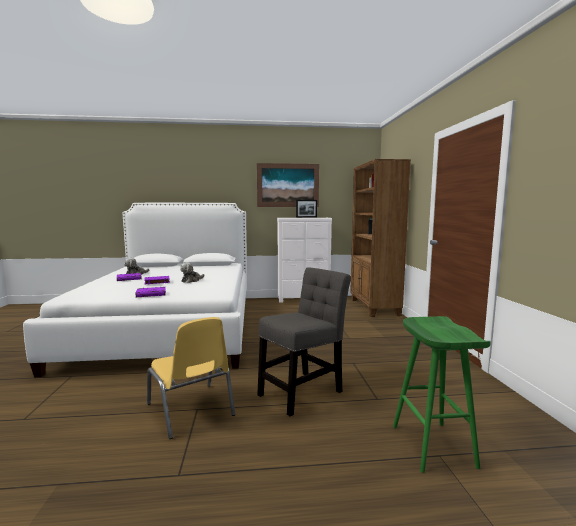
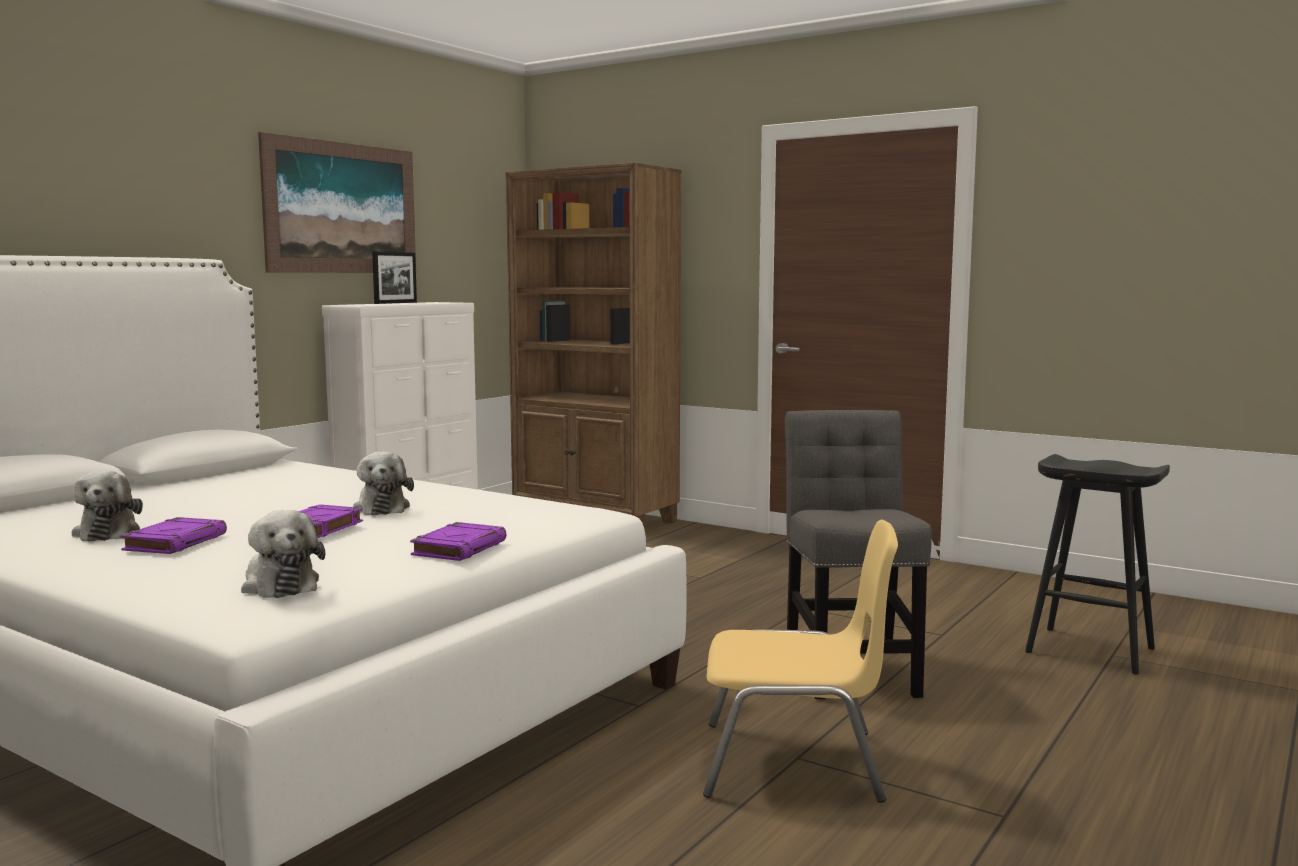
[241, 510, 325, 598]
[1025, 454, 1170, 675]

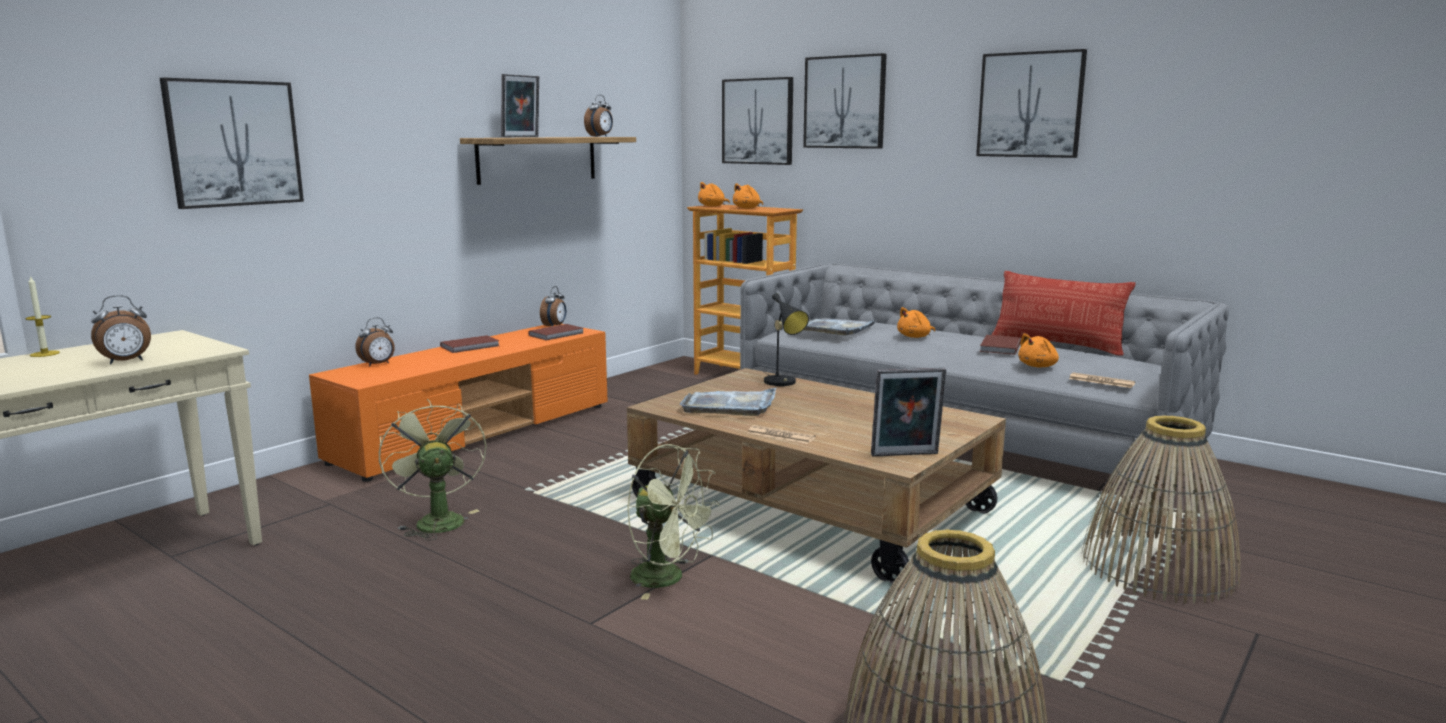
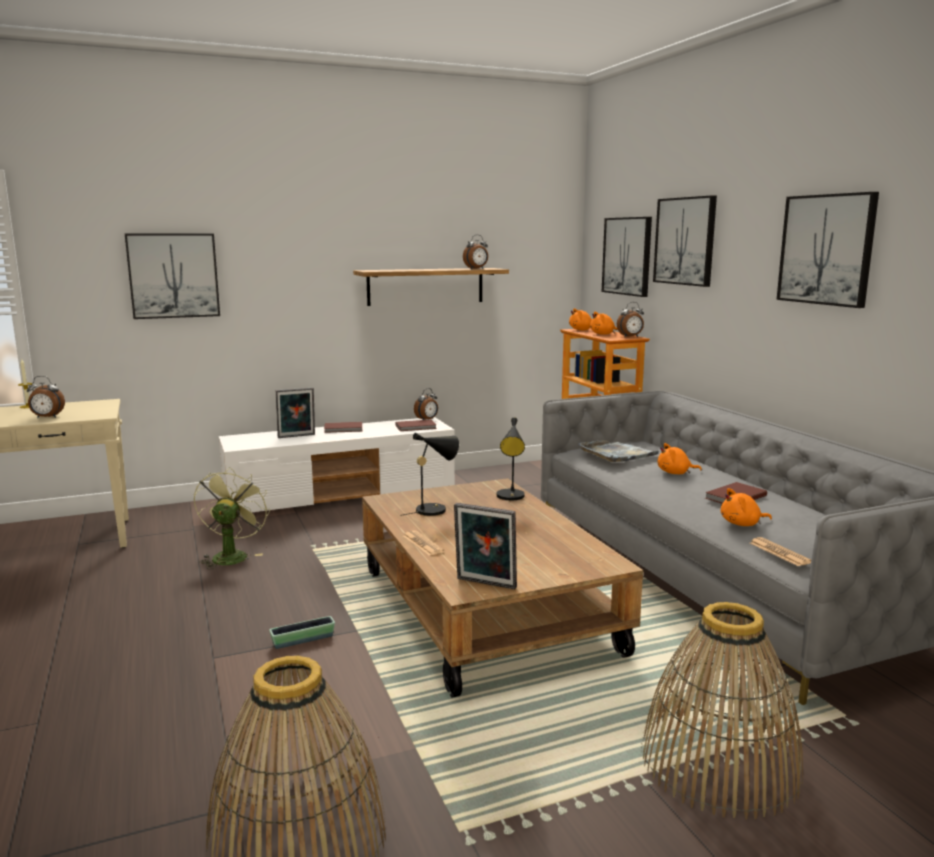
[219, 417, 455, 512]
[269, 616, 335, 649]
[276, 388, 315, 438]
[400, 433, 459, 516]
[617, 302, 644, 337]
[992, 271, 1136, 356] (first image)

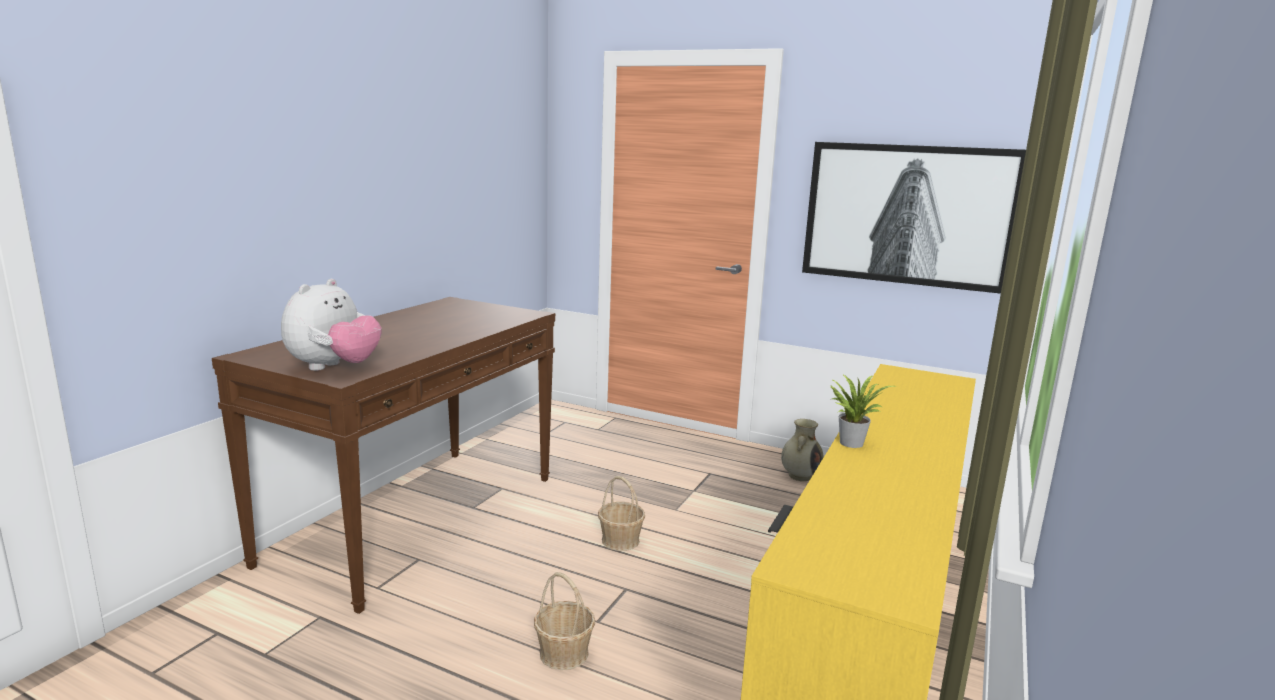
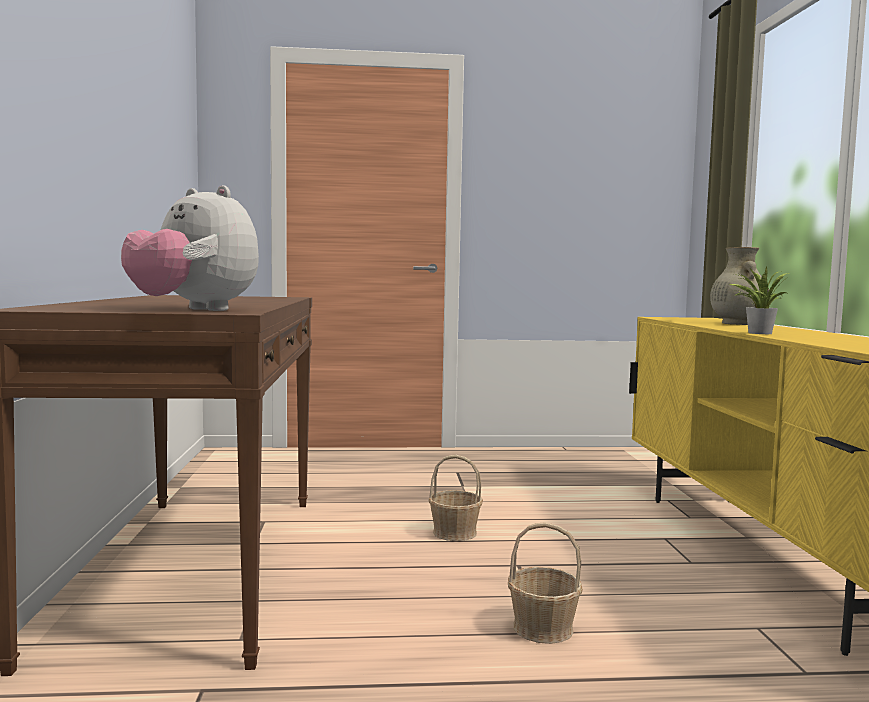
[121, 185, 259, 311]
[710, 247, 769, 325]
[802, 142, 1026, 294] (first image)

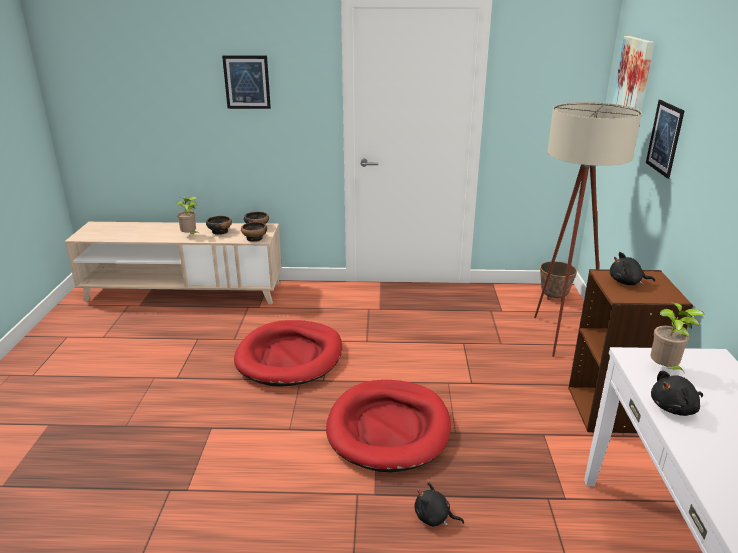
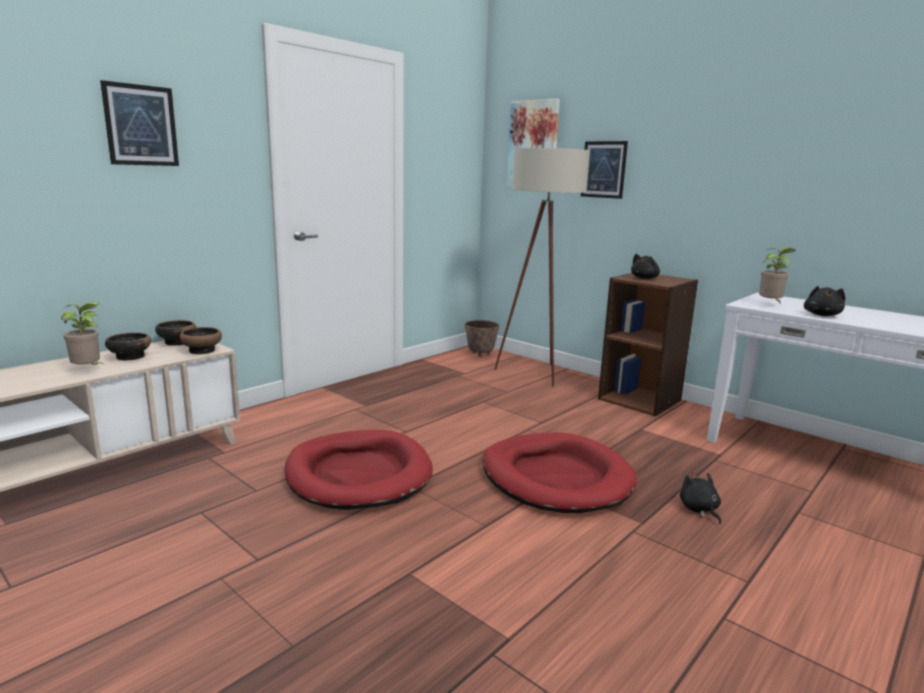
[680, 472, 721, 524]

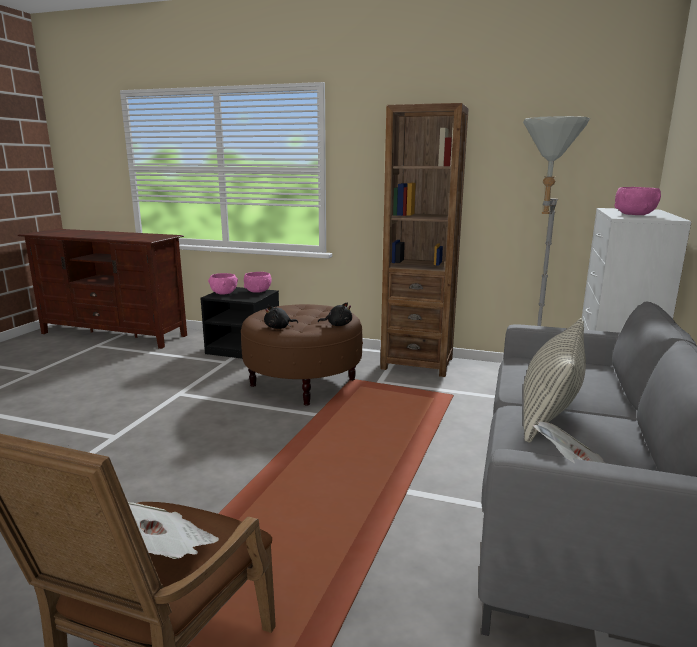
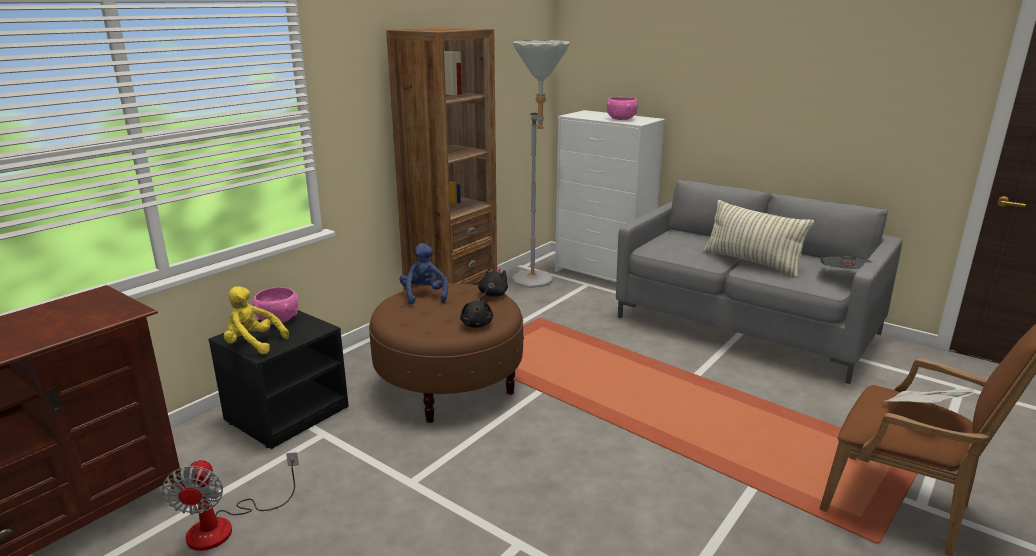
[162, 452, 299, 551]
[224, 286, 289, 354]
[399, 243, 448, 305]

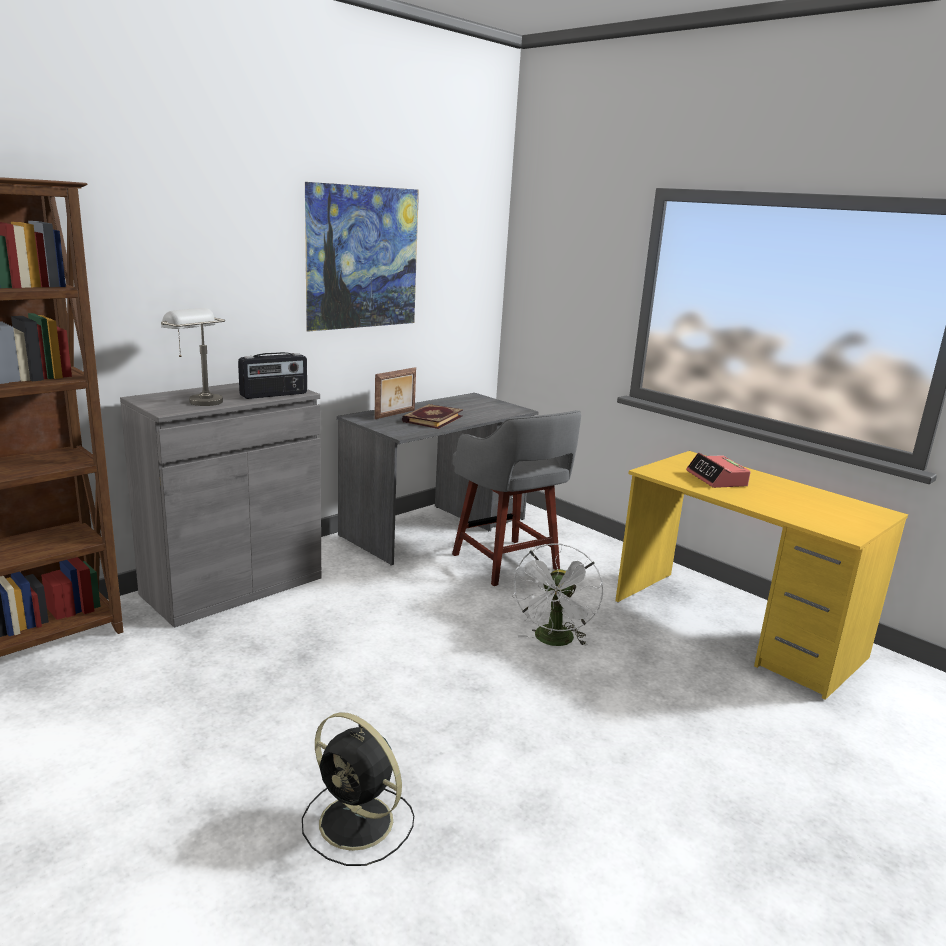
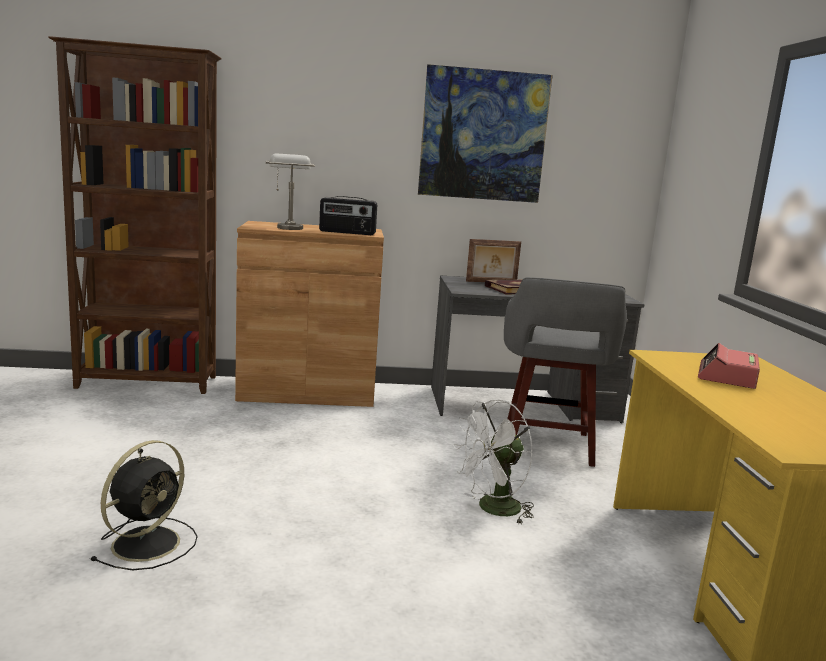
[90, 440, 197, 570]
[235, 221, 384, 407]

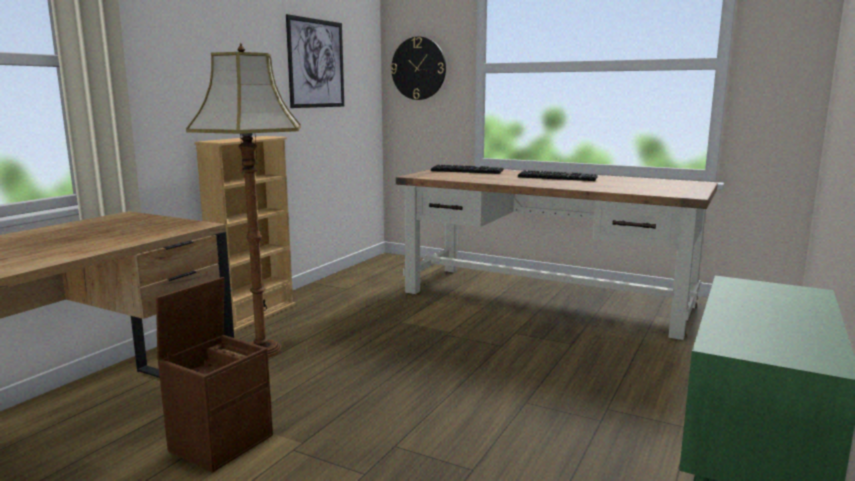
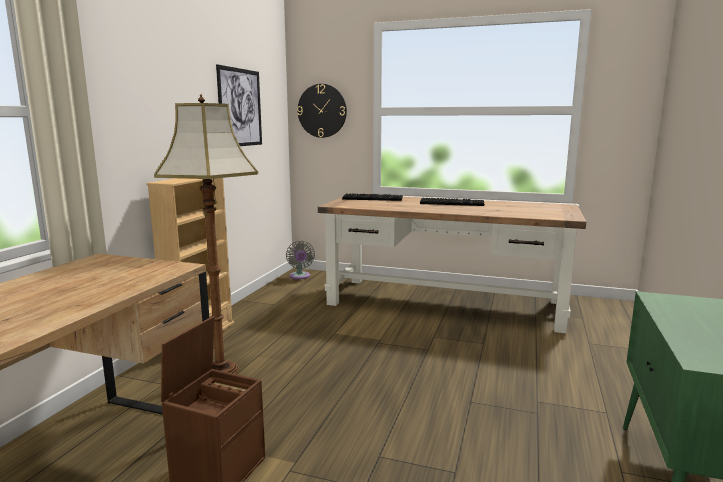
[286, 241, 315, 279]

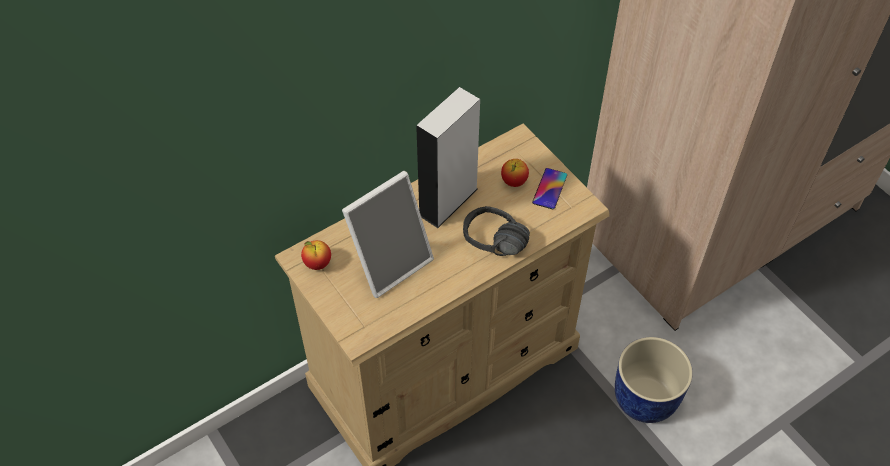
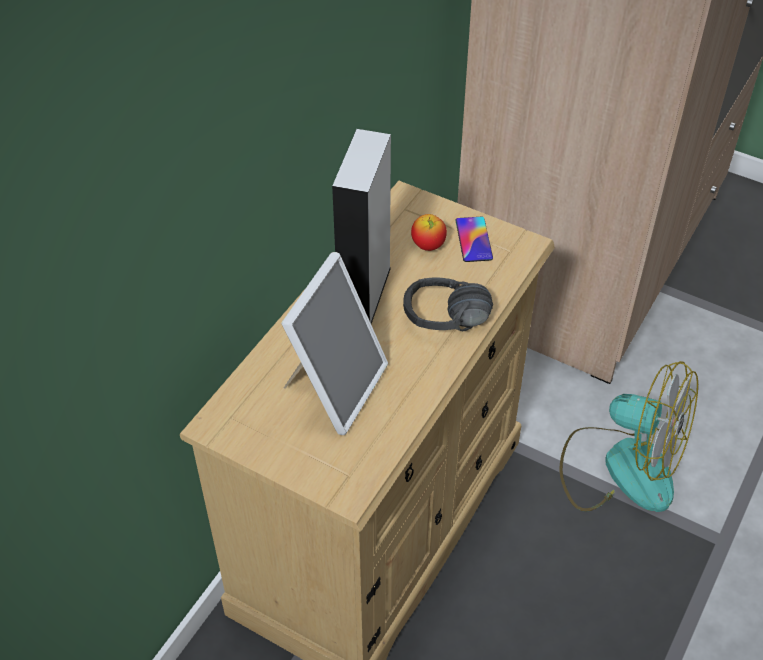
[559, 361, 698, 512]
[301, 240, 331, 270] (first image)

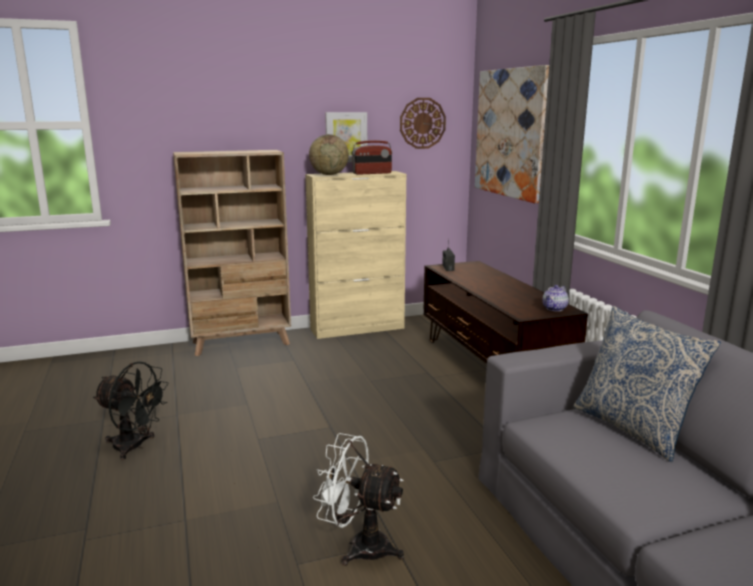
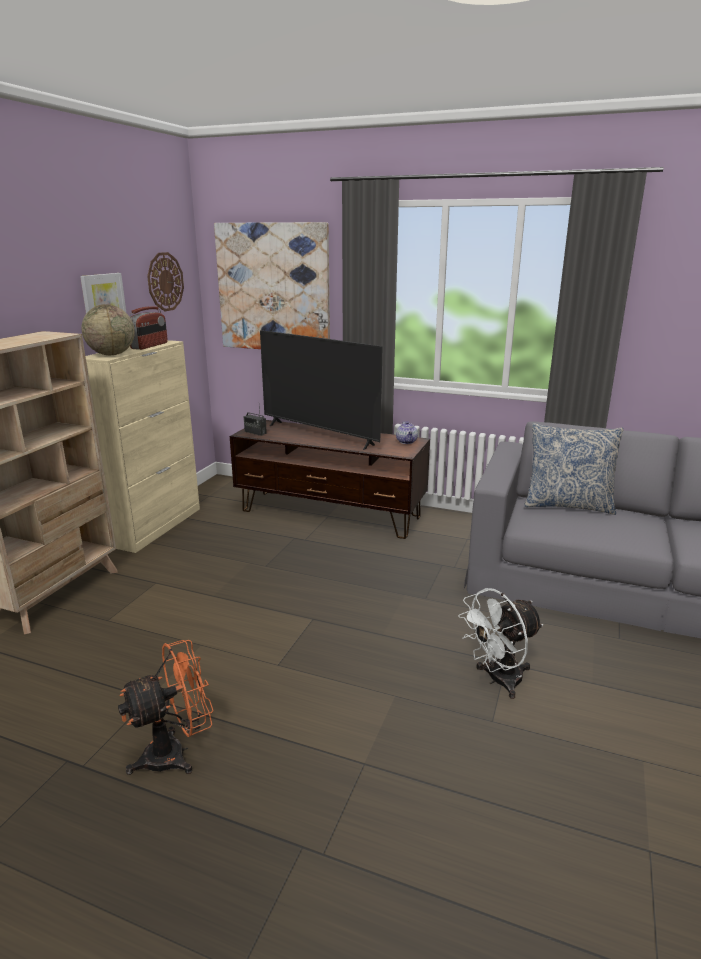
[118, 640, 214, 775]
[260, 330, 382, 450]

